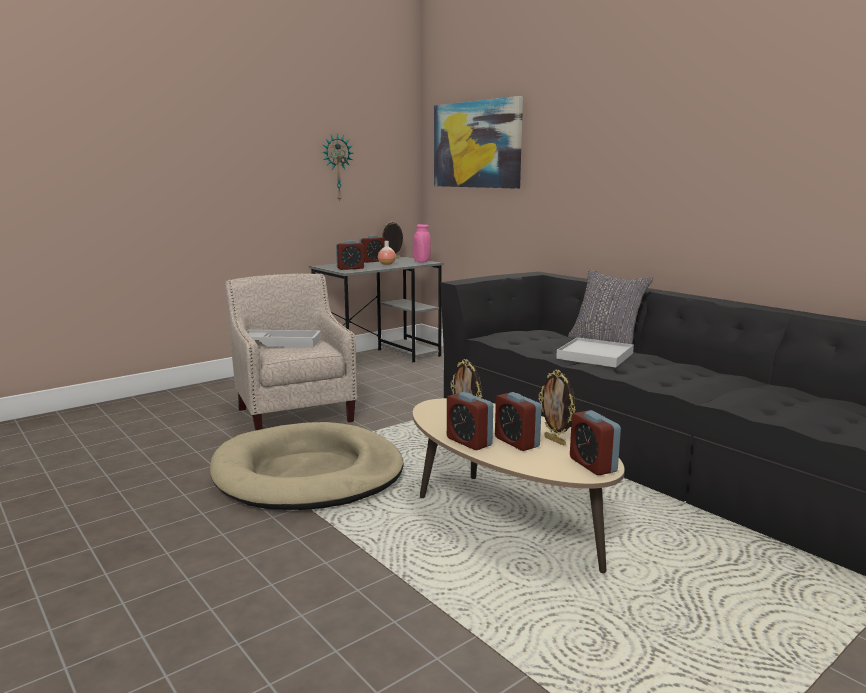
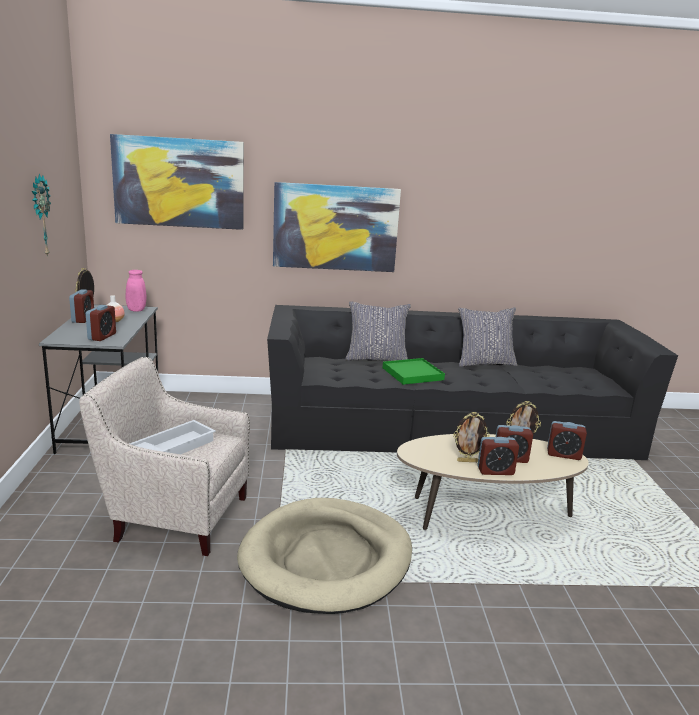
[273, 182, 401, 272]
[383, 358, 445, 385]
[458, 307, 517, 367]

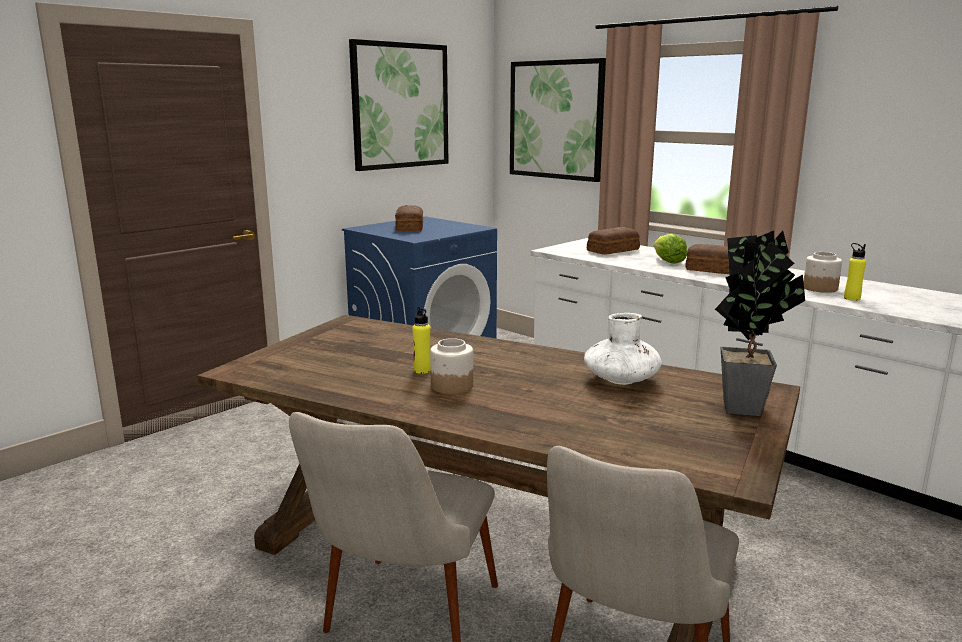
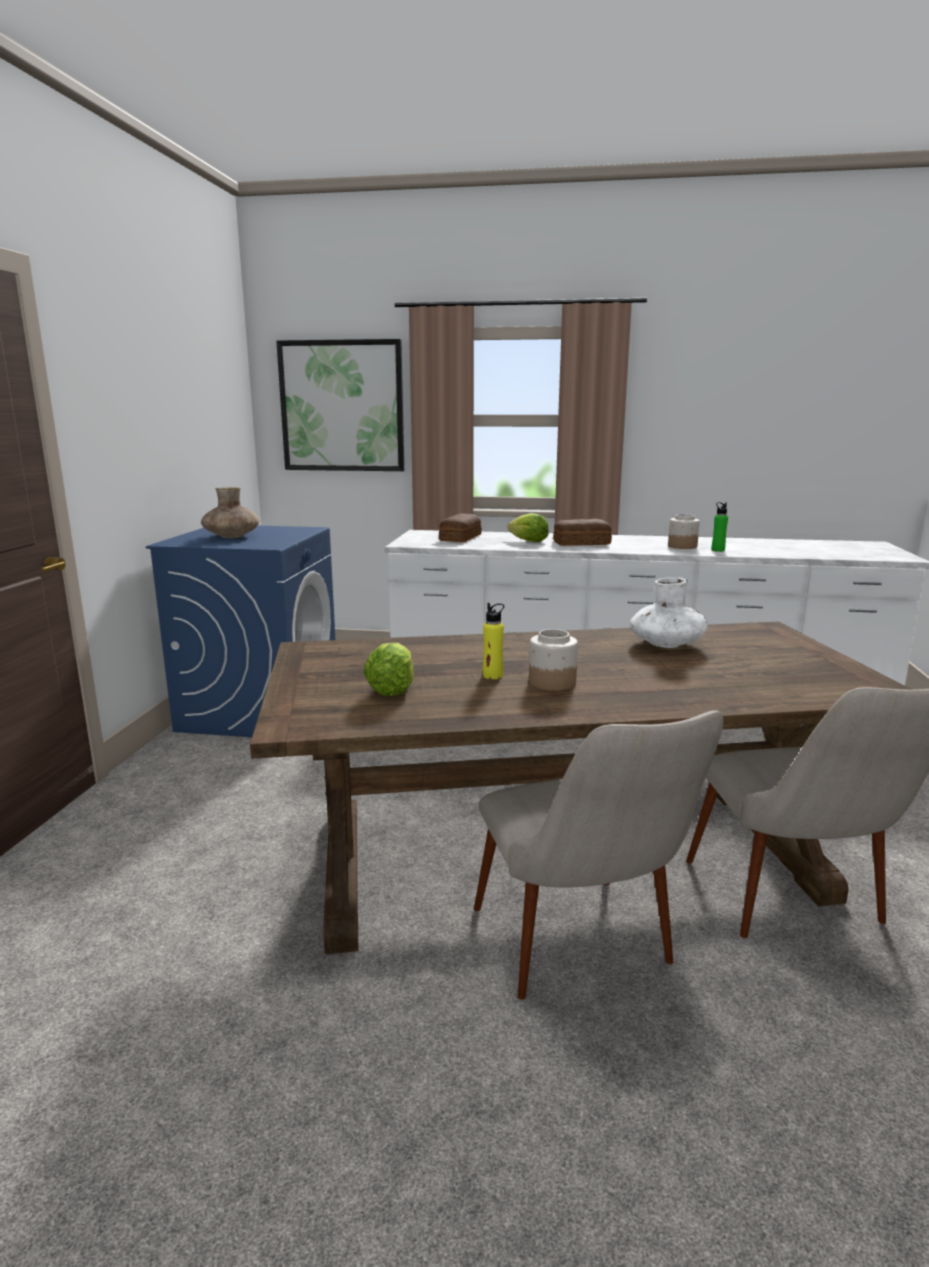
[201, 487, 259, 538]
[363, 643, 414, 696]
[711, 502, 728, 552]
[349, 39, 448, 171] (first image)
[715, 231, 805, 416] (first image)

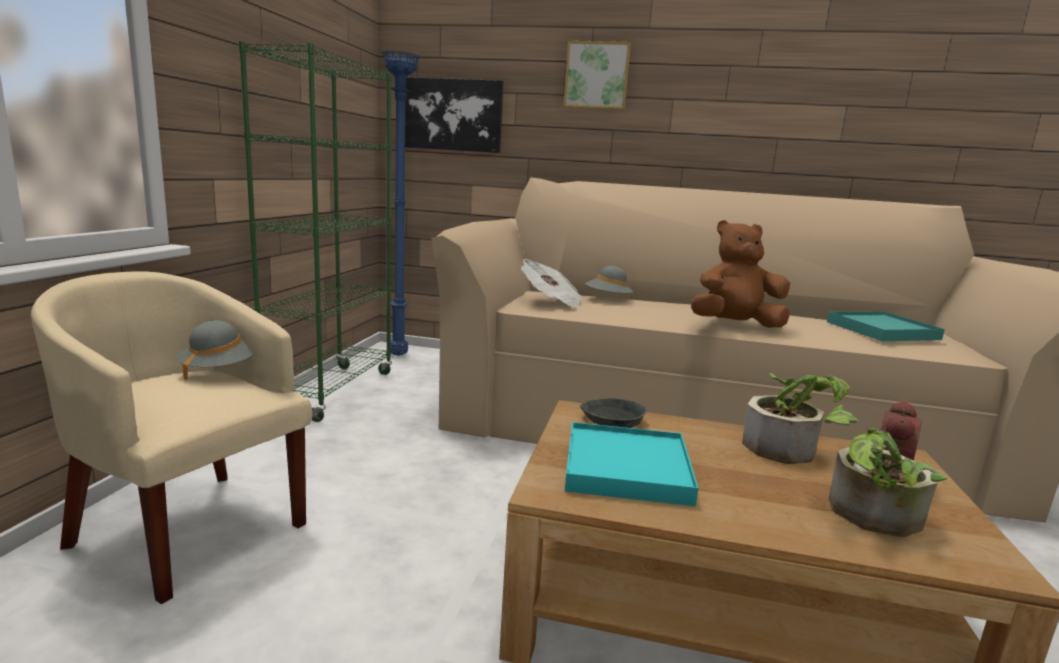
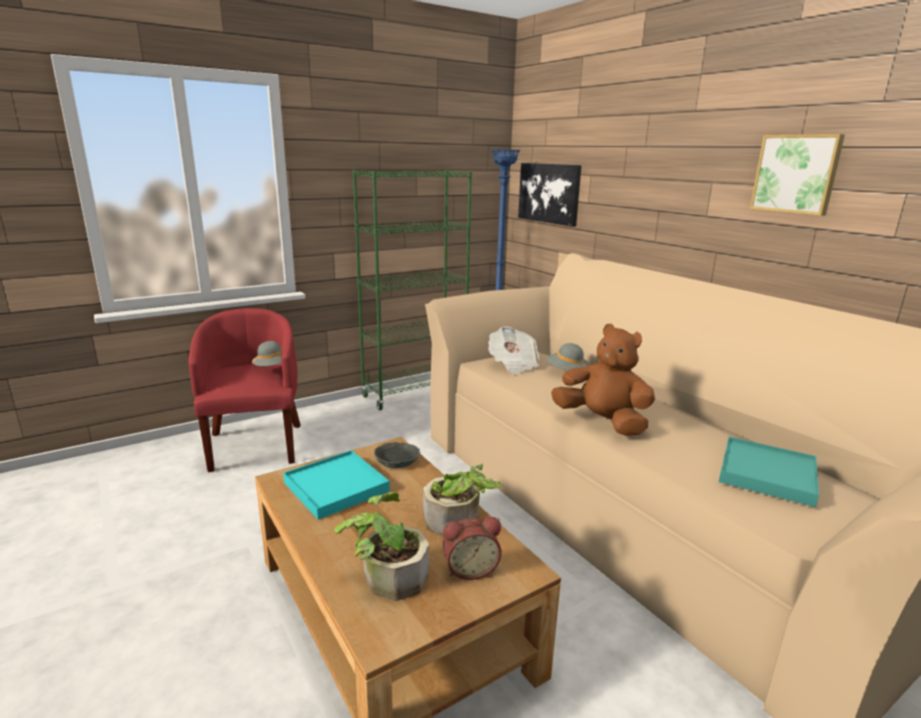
[188, 308, 301, 472]
[750, 134, 845, 216]

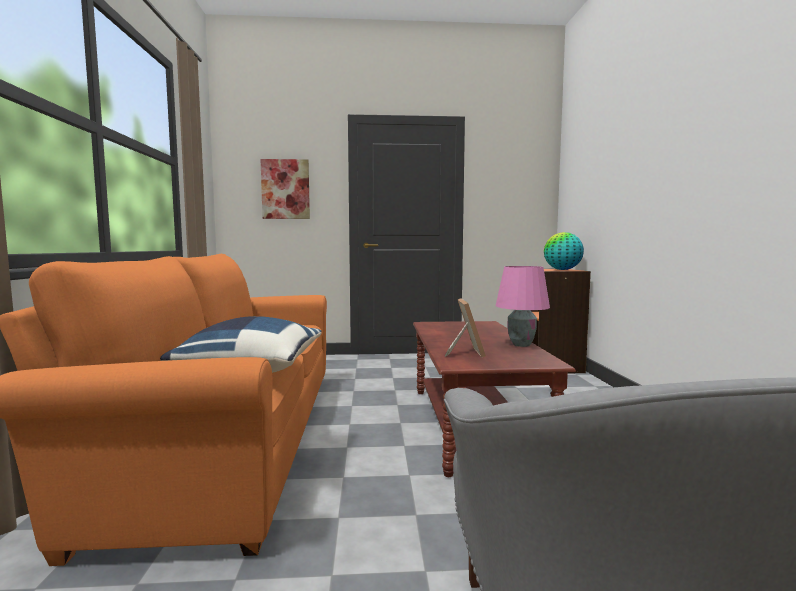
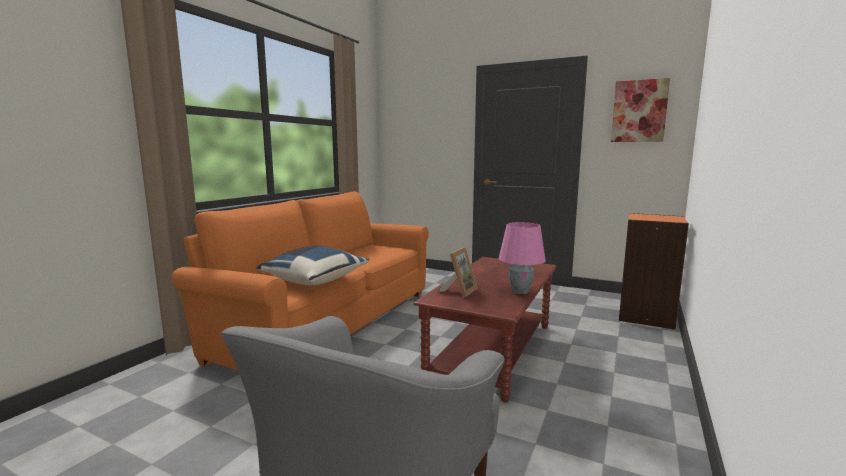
[611, 78, 670, 142]
[544, 232, 584, 270] (first image)

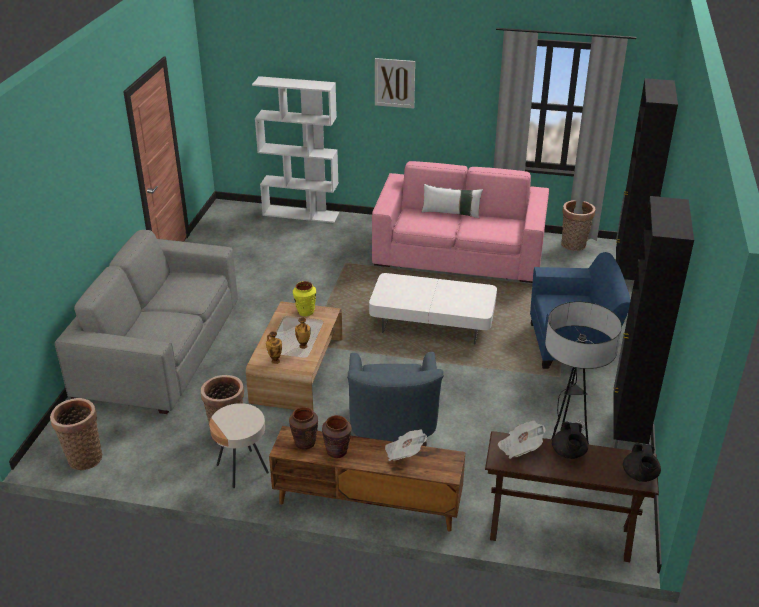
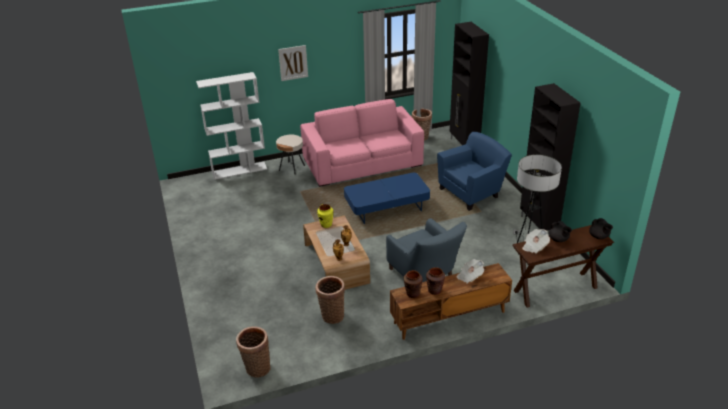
[276, 135, 305, 175]
[344, 173, 430, 224]
[55, 230, 238, 414] (first image)
[422, 184, 483, 218] (first image)

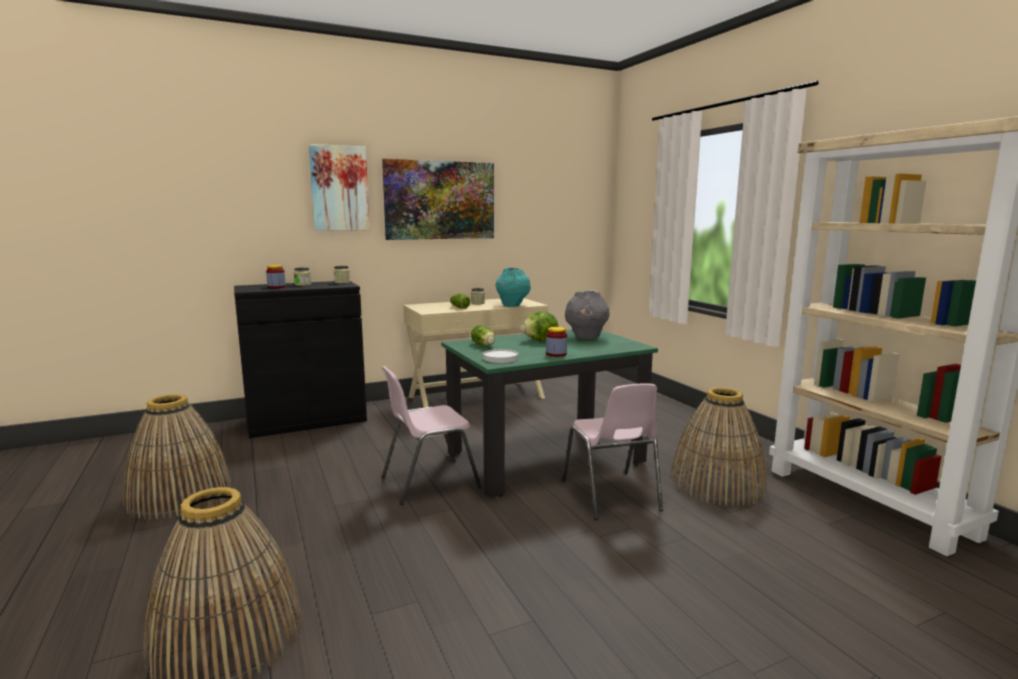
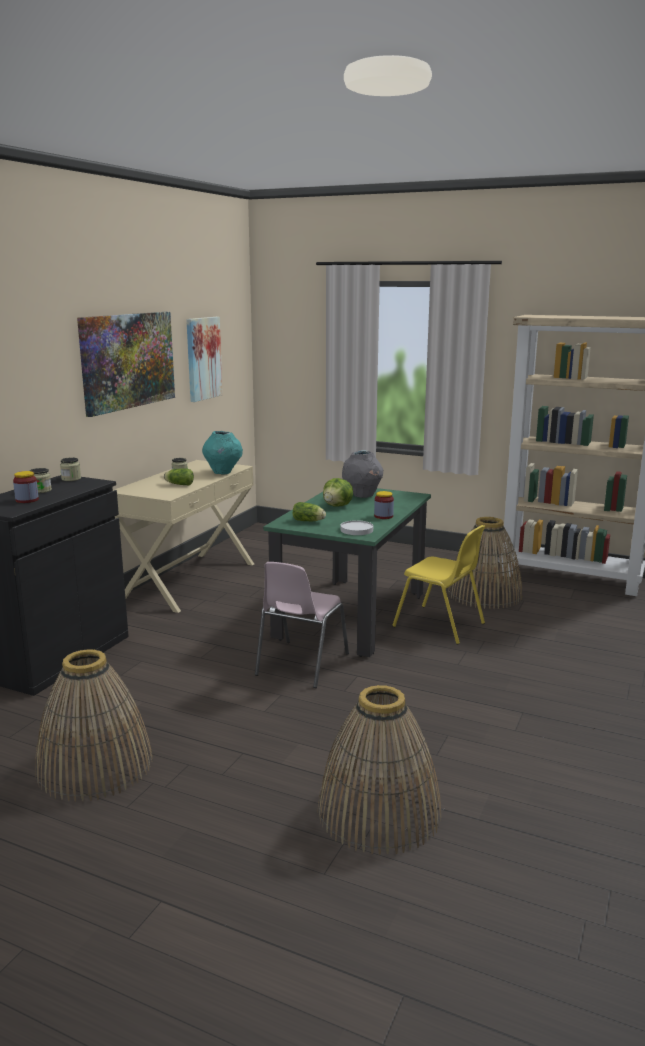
[186, 317, 223, 402]
[392, 525, 485, 645]

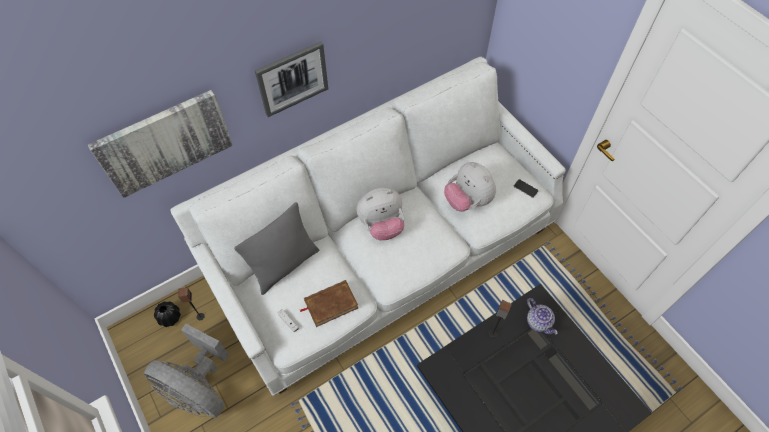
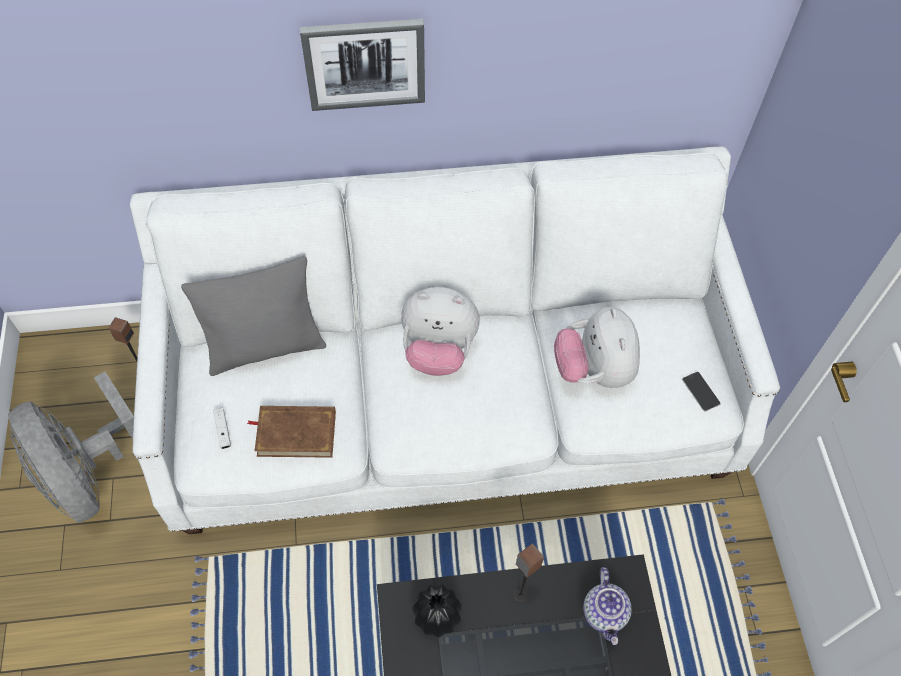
[412, 584, 462, 638]
[88, 90, 233, 198] (first image)

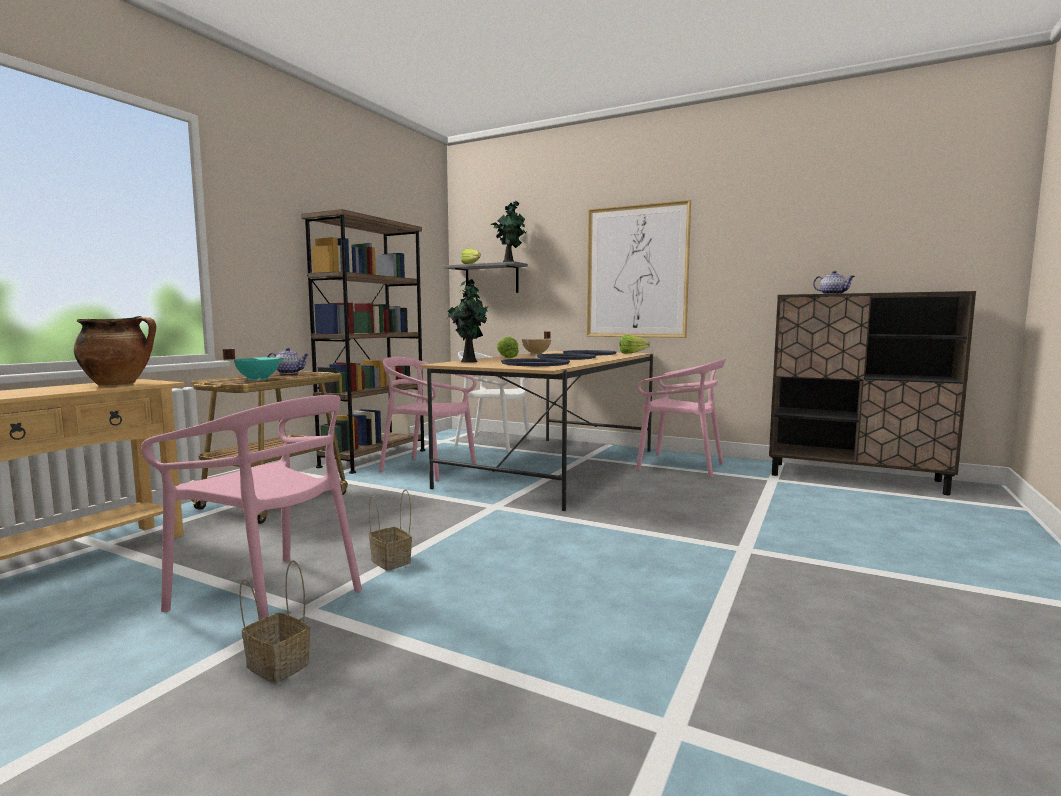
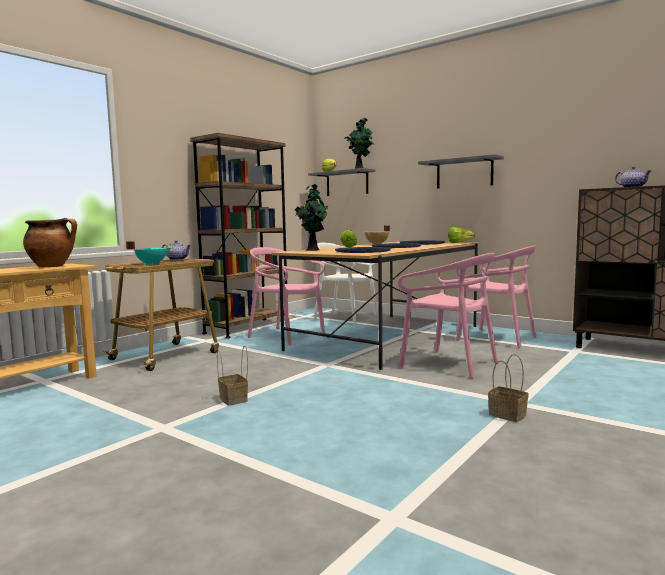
[398, 253, 498, 378]
[418, 154, 504, 189]
[488, 354, 528, 422]

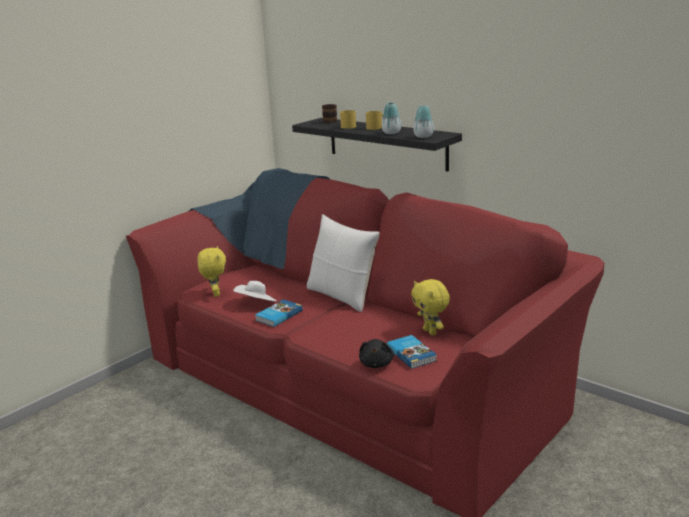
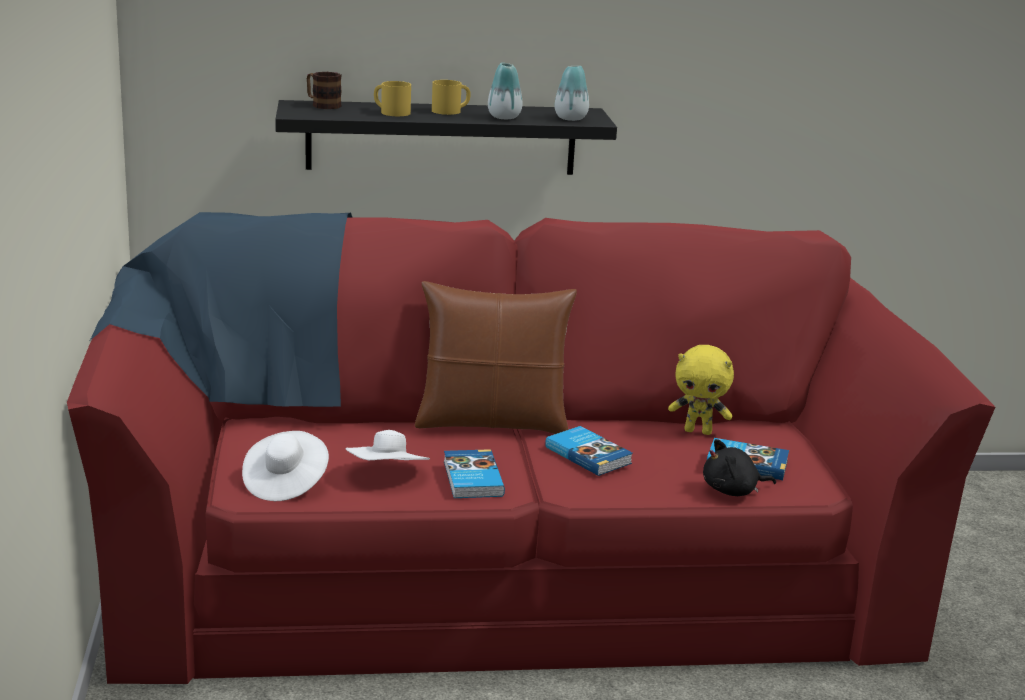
[242, 431, 329, 501]
[415, 281, 577, 434]
[545, 426, 633, 476]
[703, 439, 776, 496]

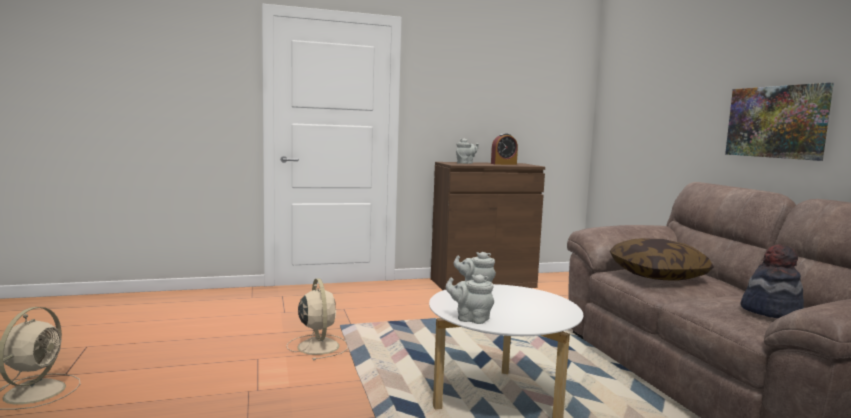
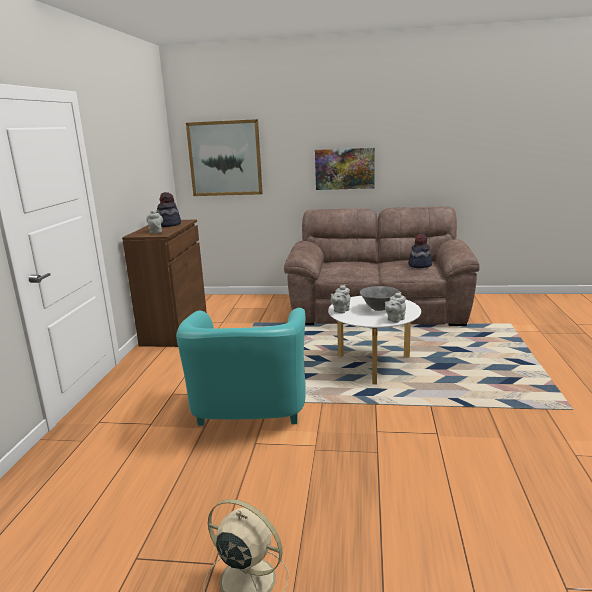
[157, 192, 181, 227]
[176, 308, 306, 426]
[186, 119, 263, 196]
[360, 286, 400, 311]
[610, 238, 714, 281] (first image)

